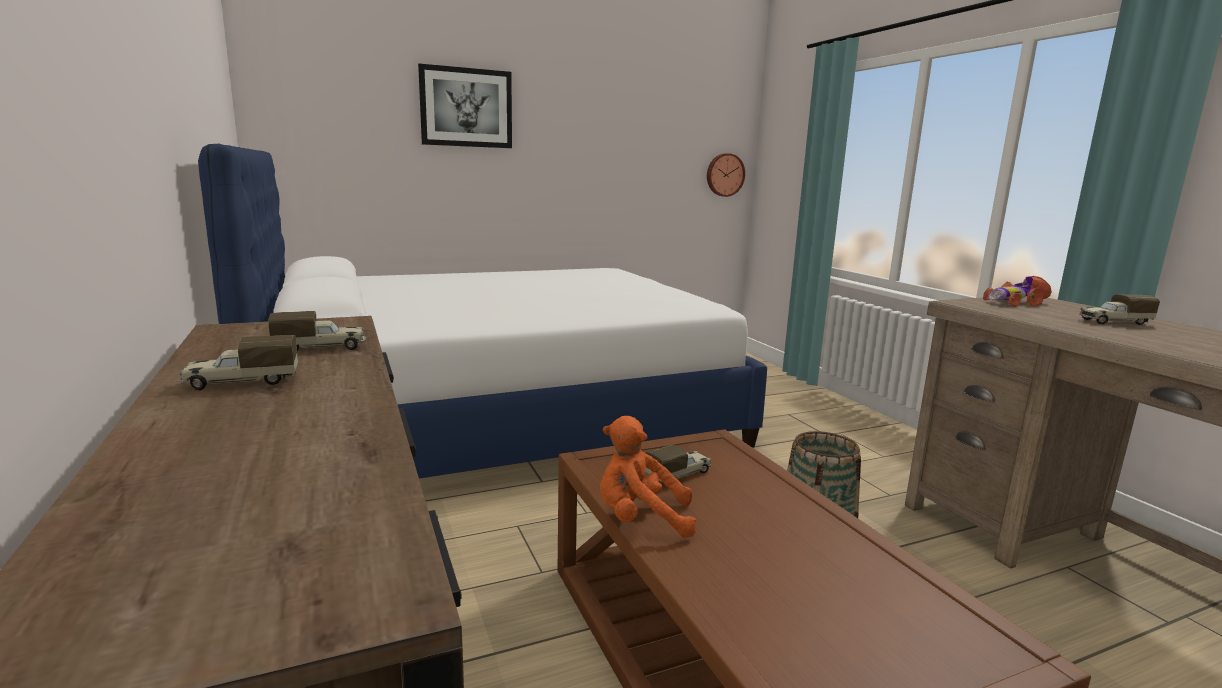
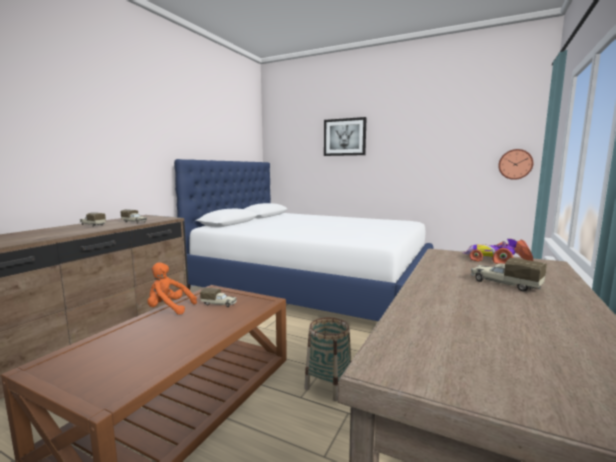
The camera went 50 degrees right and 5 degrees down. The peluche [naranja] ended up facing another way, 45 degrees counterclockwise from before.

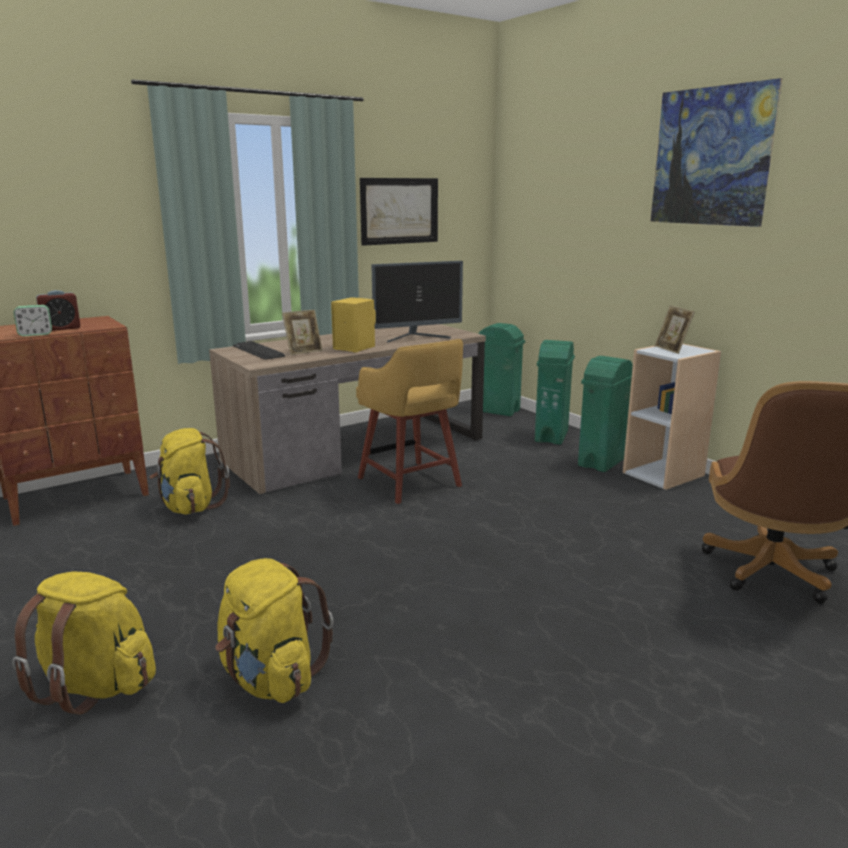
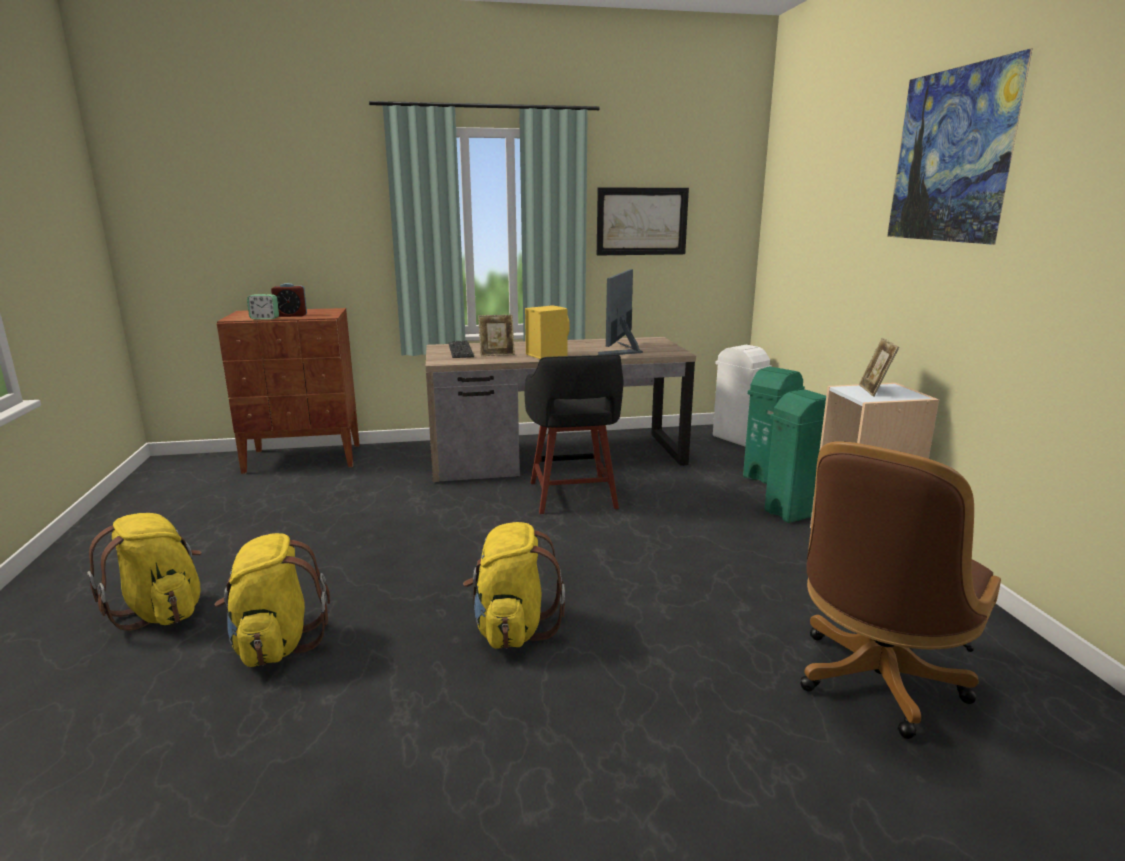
The camera went 25 degrees right and 0 degrees up. The mochila [amarillo] (no. 2 from left in the first image) ended up elsewhere. What was the taburete [amarillo] turned into the taburete [negro]. What was the papelera [verde] (no. 1 from left) turned into the papelera [blanco]. The monitor ended up facing another way, 105 degrees clockwise from before.

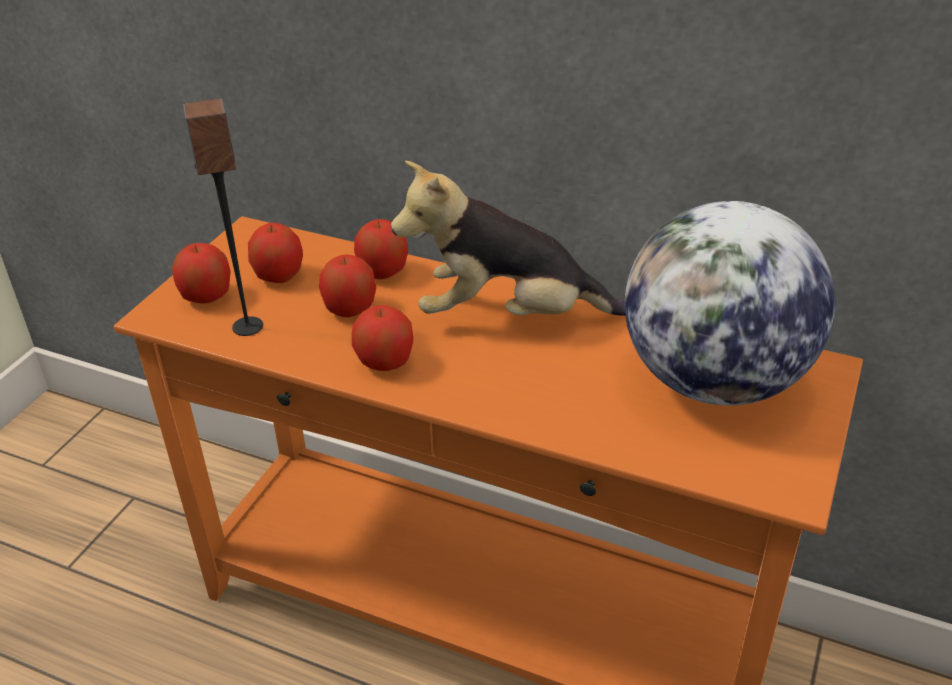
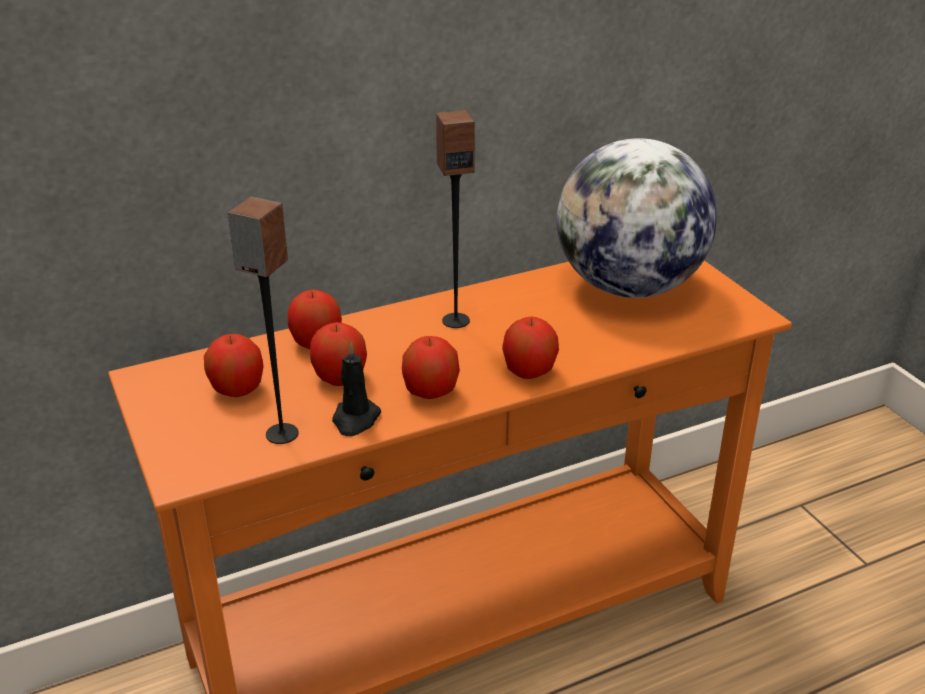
The camera went 50 degrees left and 5 degrees down. The second view gained the vela [negro]. The manzana (no. 1 from left in the first image) ended up elsewhere. Where the peluche stood, the altavoz (no. 2 from left) came to stand.

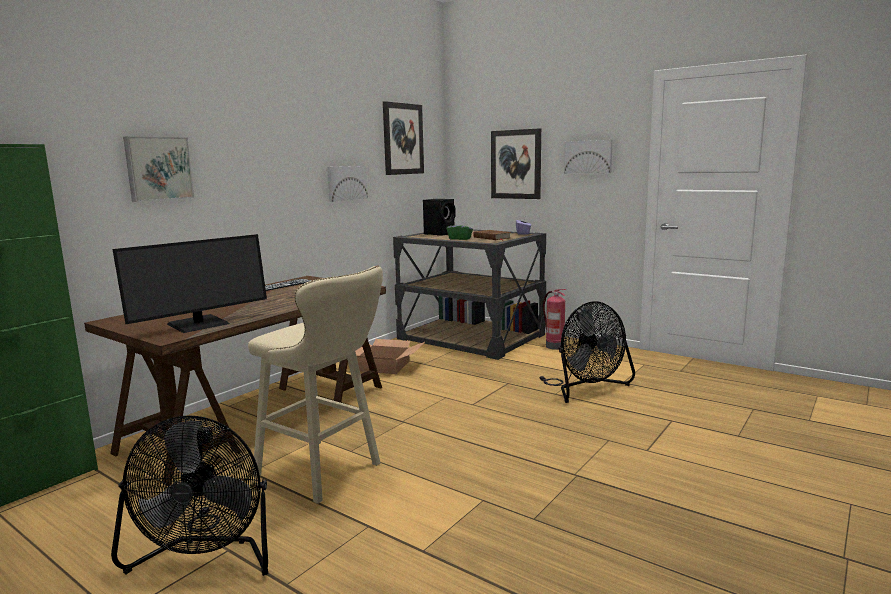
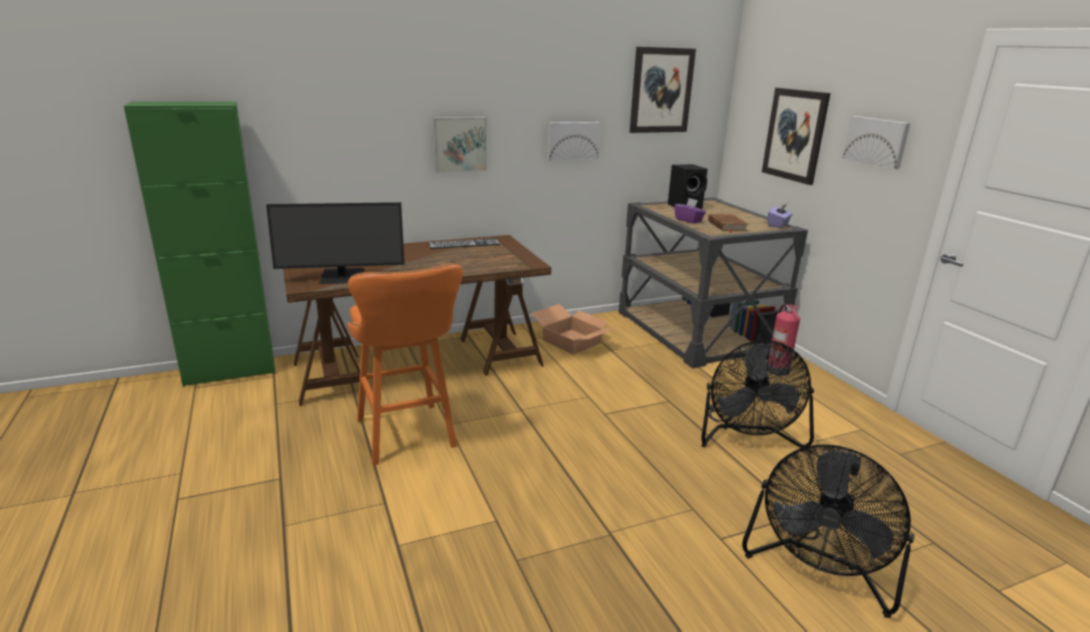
The camera went 30 degrees right and 10 degrees up. The ventilador [negro] (no. 1 from left in the first image) ended up elsewhere. The cuadro (no. 1 from left) ended up elsewhere. What was the taburete [beis] turned into the taburete [naranja]. What was the caja de pañuelos [verde] turned into the caja de pañuelos [morado] (no. 1 from left).

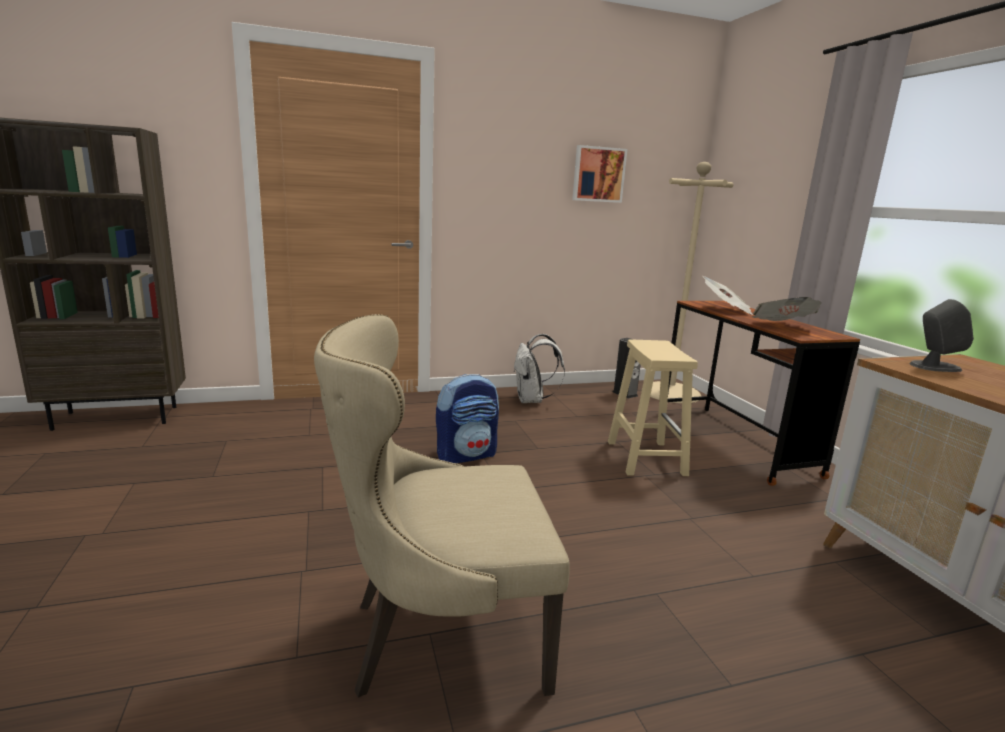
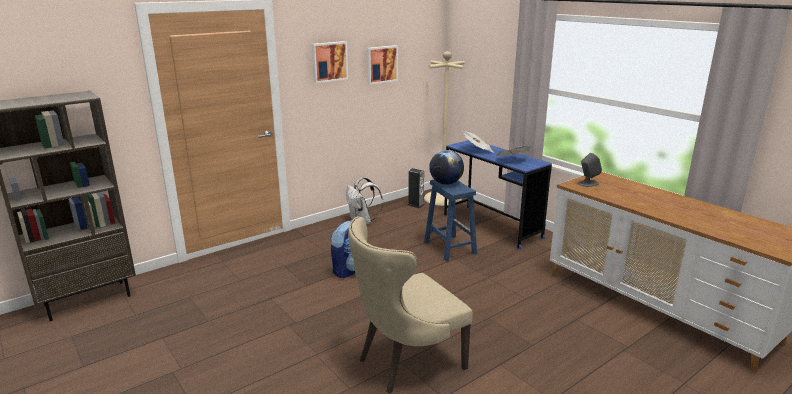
The camera went 20 degrees left and 5 degrees up. The second view gained the cuadro (no. 1 from left). The second view gained the globo terráqueo. What was the taburete [beis] turned into the taburete [azul]. What was the escritorio [marrón] turned into the escritorio [azul].

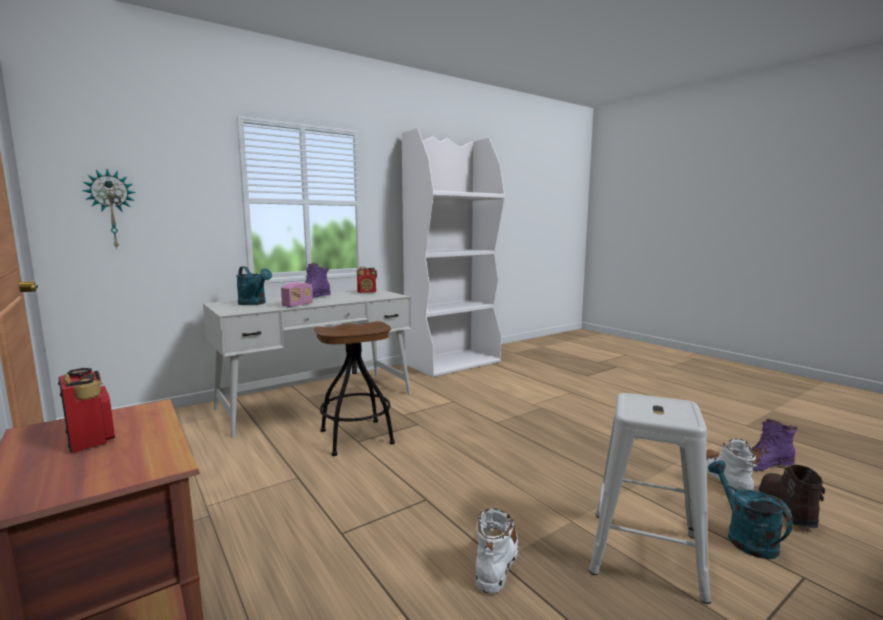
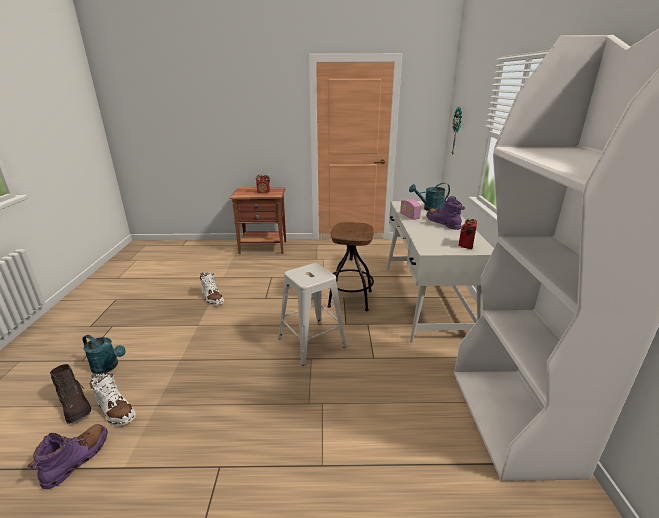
The camera went 125 degrees right and 15 degrees up. The taburete [blanco] ended up elsewhere.

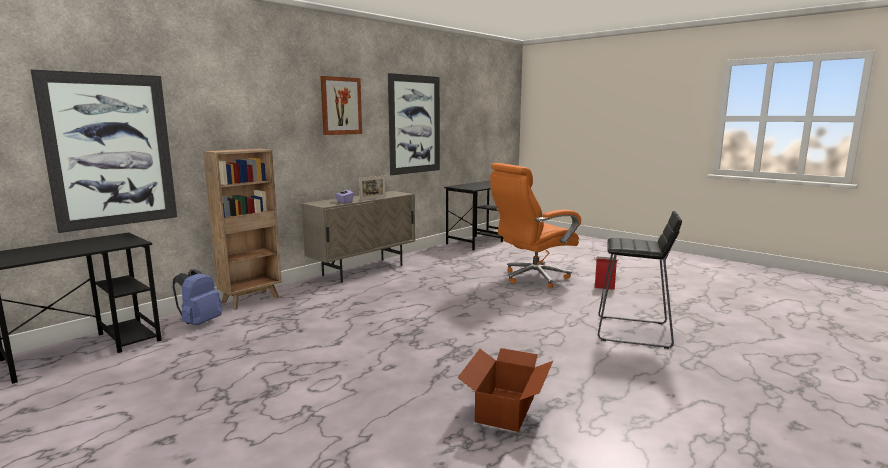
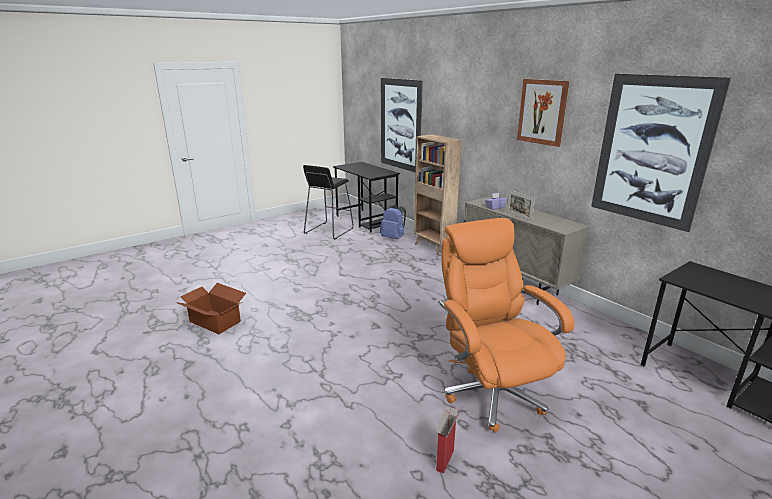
The camera went 100 degrees right and 10 degrees up. The taburete [negro] ended up elsewhere.

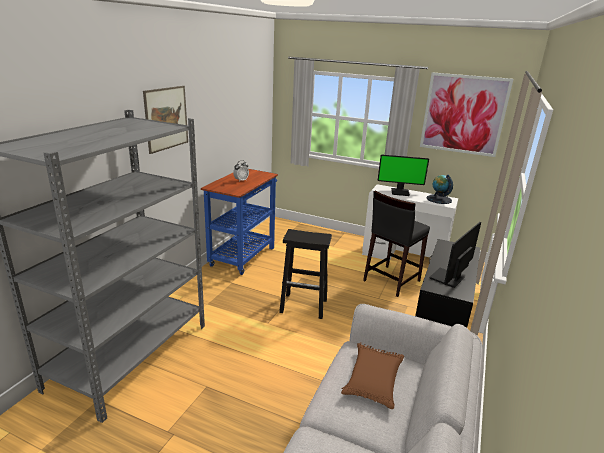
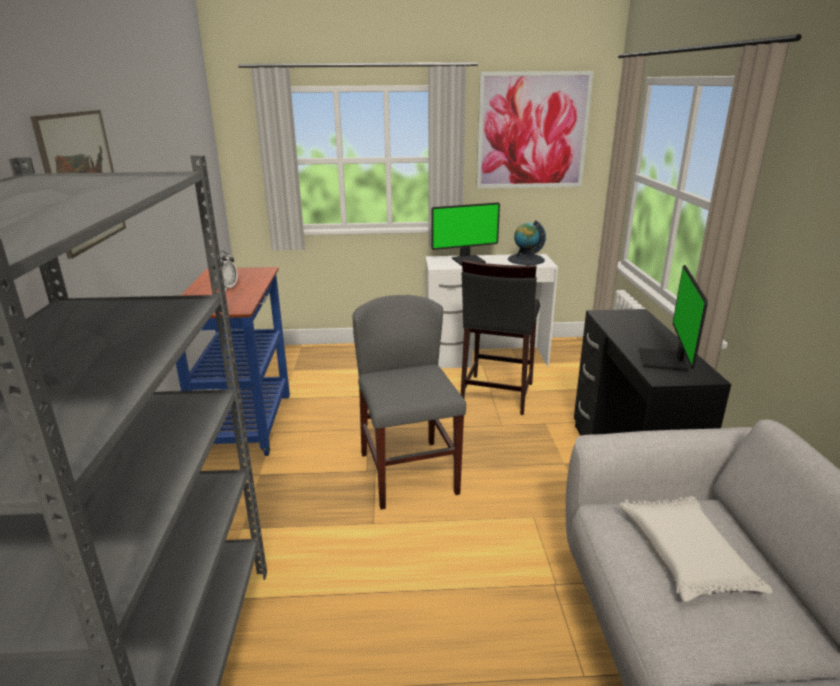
The camera went 25 degrees left and 0 degrees up. Where the taburete [negro] (no. 1 from left) stood, the silla [gris] came to stand. What was the cojín [marrón] turned into the cojín [blanco].

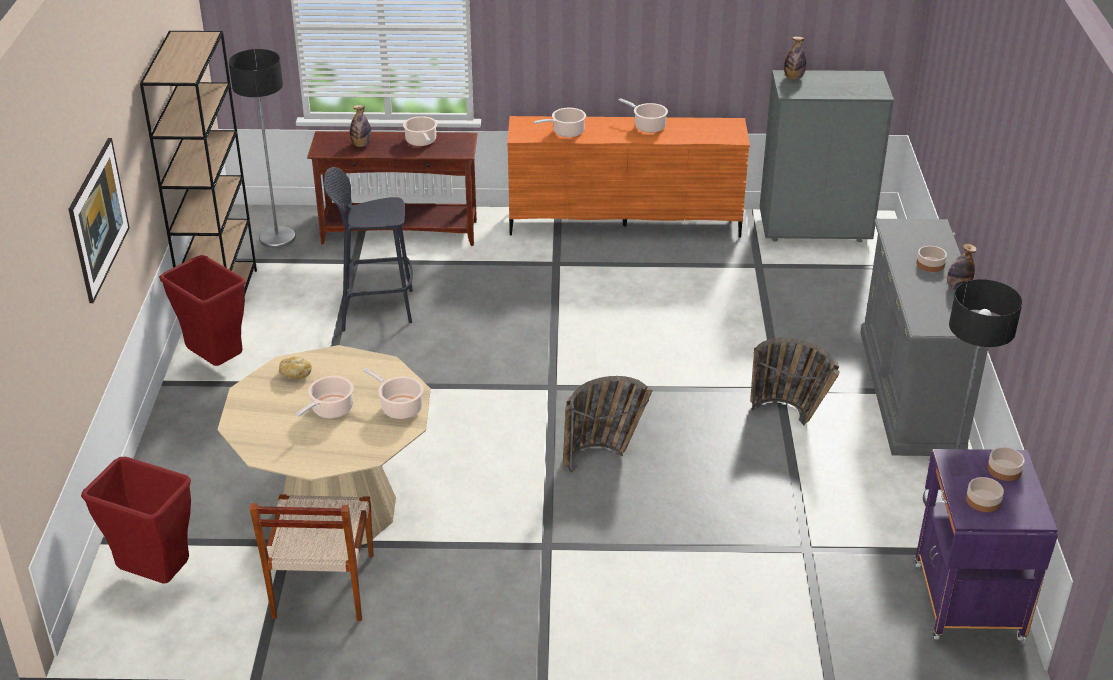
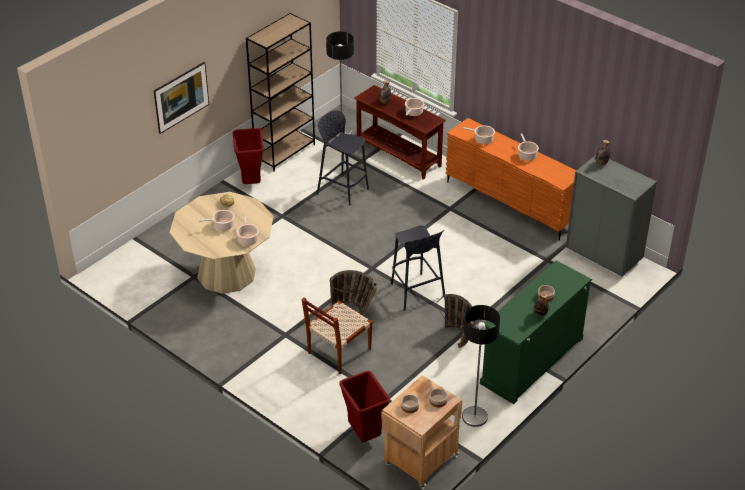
The camera went 40 degrees right and 5 degrees up. The second view gained the taburete [gris] (no. 2 from left). The papelera [rojo] (no. 1 from left in the first image) ended up elsewhere. The silla ended up elsewhere. What was the armario [gris] (no. 2 from left) turned into the armario [verde]. What was the carrito [morado] turned into the carrito [marrón].

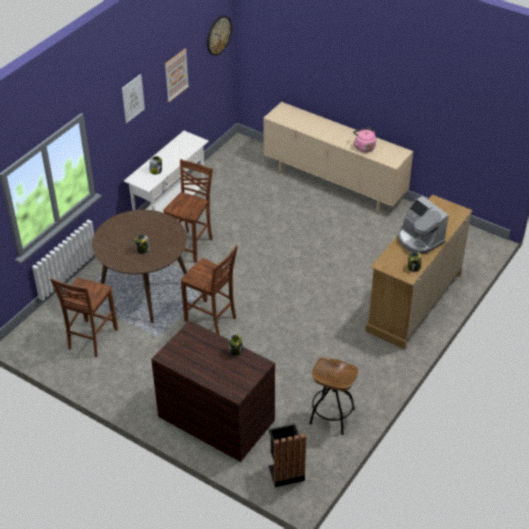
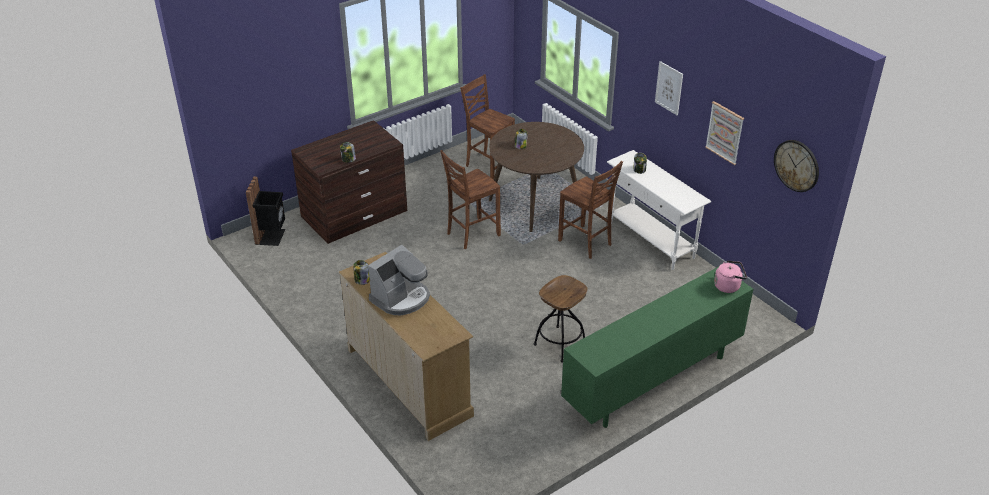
The camera went 110 degrees right and 5 degrees down. The taburete [marrón] ended up elsewhere. The hervidor [rosa] ended up elsewhere. What was the armario [beis] turned into the armario [verde]. The cafetera ended up facing another way, 150 degrees clockwise from before.

